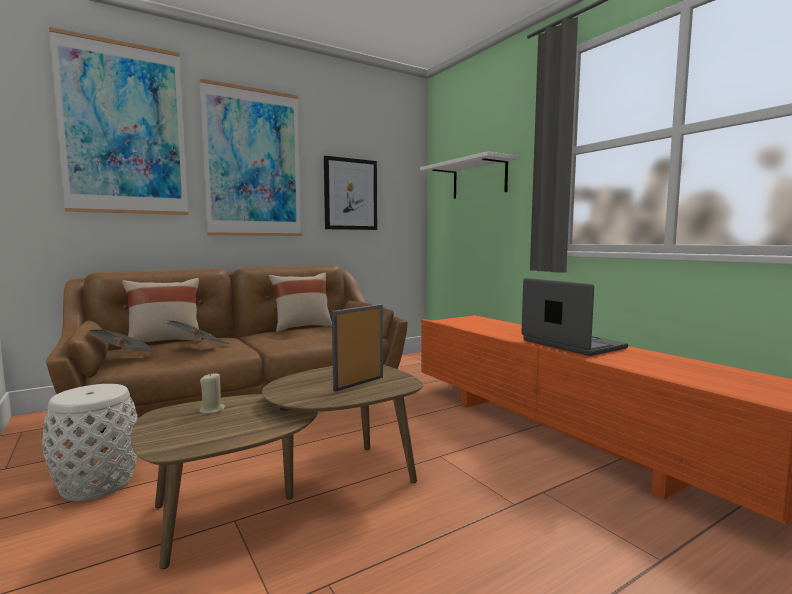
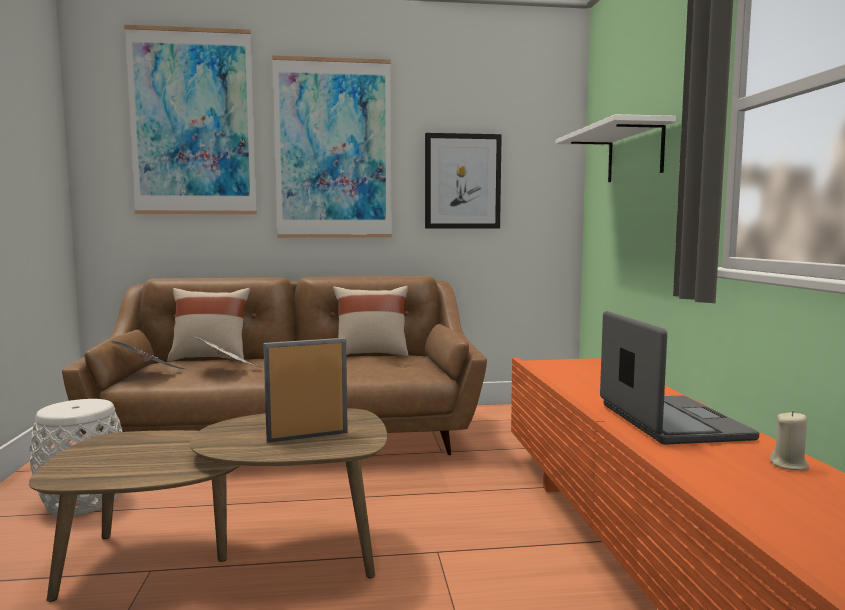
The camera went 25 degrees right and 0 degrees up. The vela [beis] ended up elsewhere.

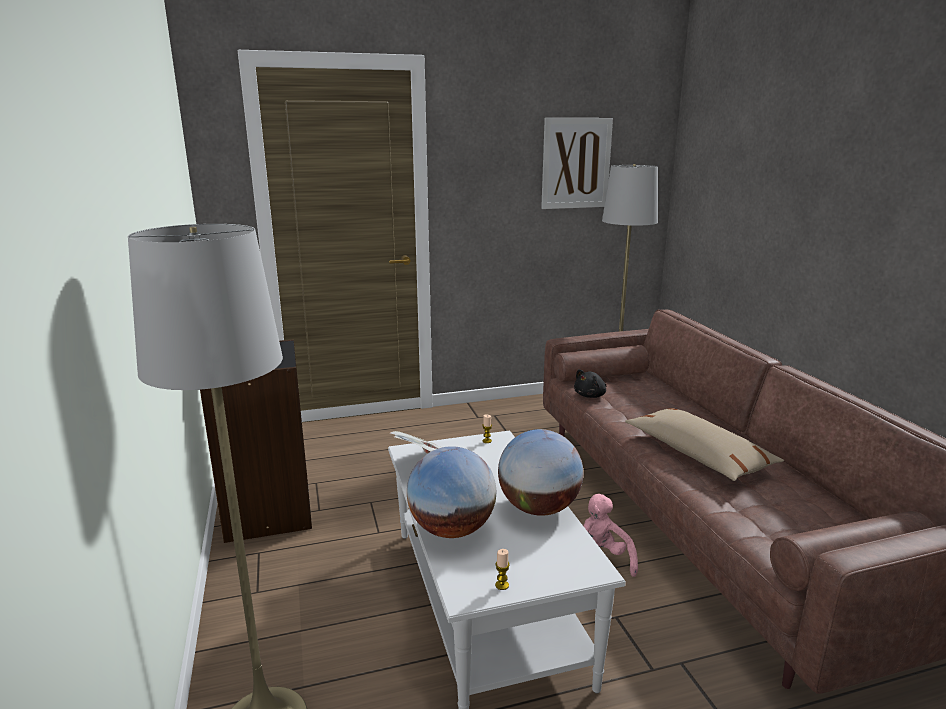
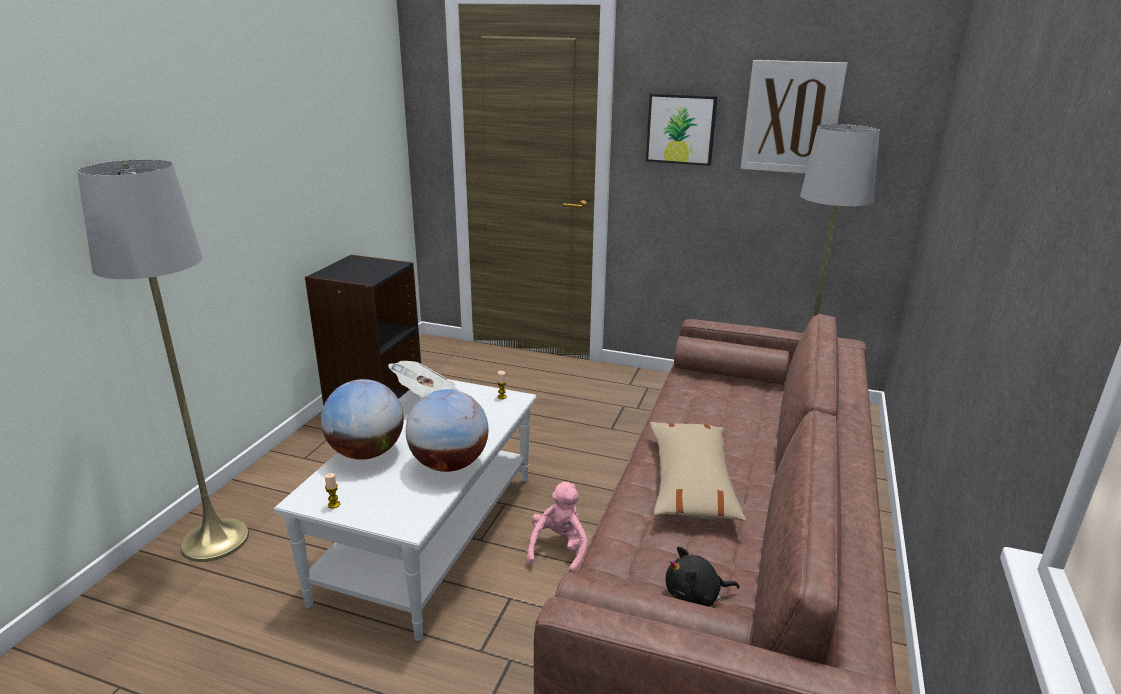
The camera went 35 degrees right and 5 degrees up. The second view gained the cuadro (no. 1 from left). The peluche [negro] ended up elsewhere.

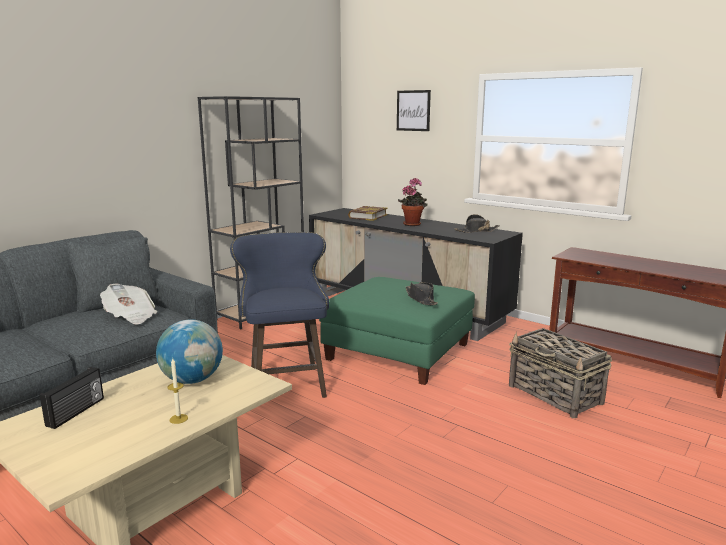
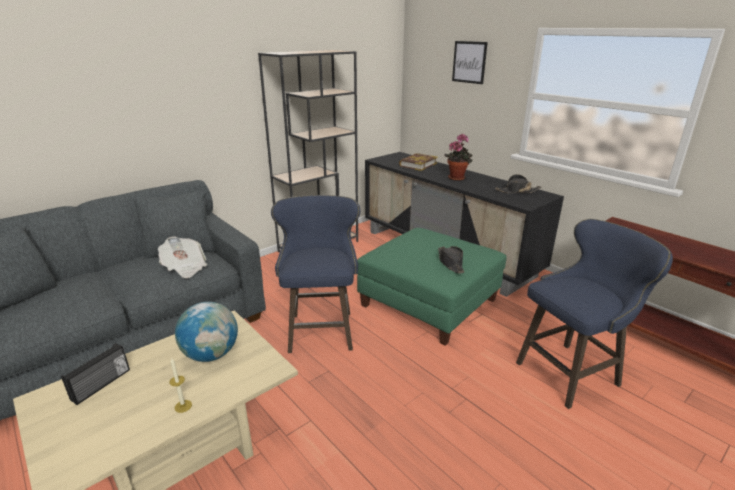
The camera went 10 degrees right and 10 degrees up. Where the cesta stood, the taburete [azul] (no. 2 from left) came to stand.

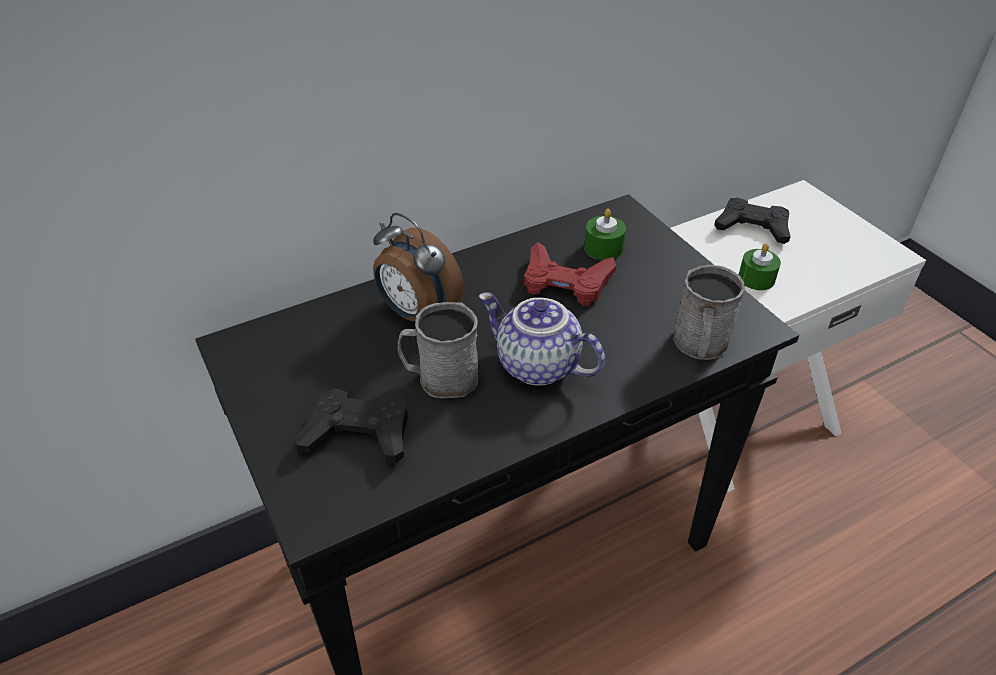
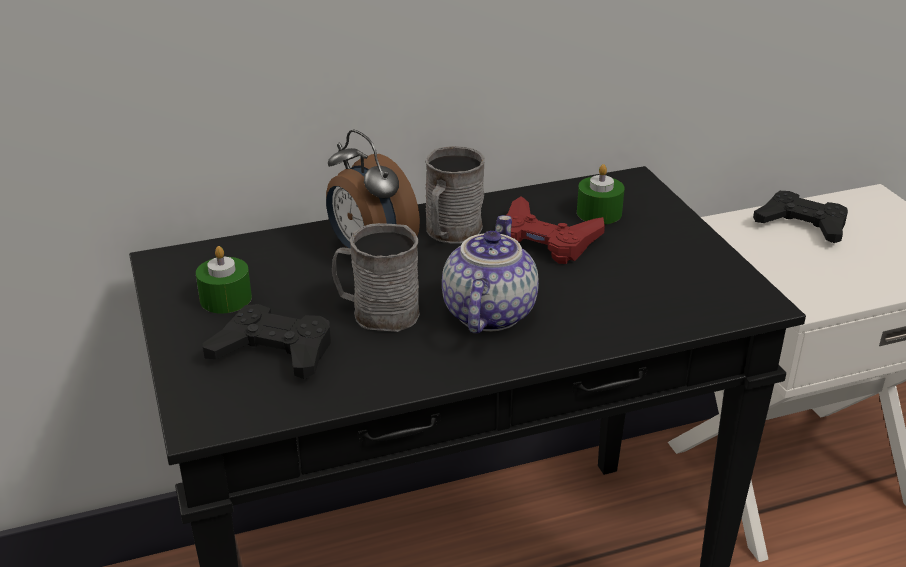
The camera went 10 degrees right and 10 degrees down. The taza grande [gris] (no. 2 from left) ended up elsewhere. The vela [verde] (no. 2 from left in the first image) ended up elsewhere. The tetera ended up facing another way, 60 degrees clockwise from before.

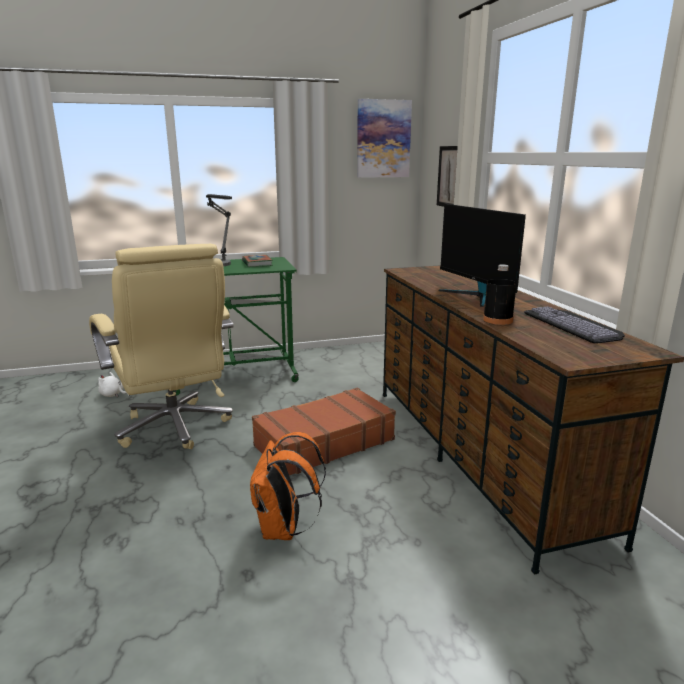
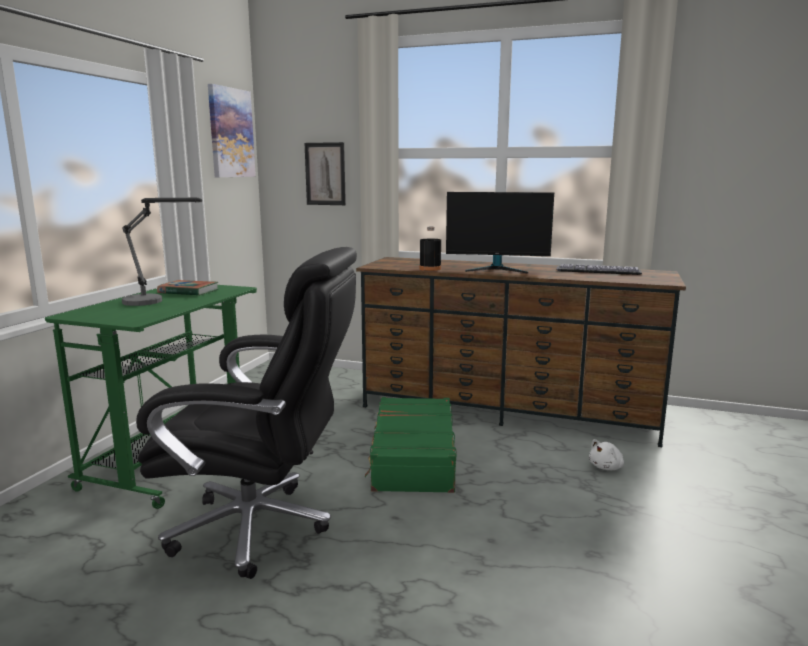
The camera went 55 degrees left and 5 degrees down. The second view lost the mochila [naranja]. The peluche [blanco] ended up elsewhere. The botella [negro] ended up elsewhere. What was the silla de oficina [beis] turned into the silla de oficina [negro]. What was the maleta [marrón] turned into the maleta [verde].

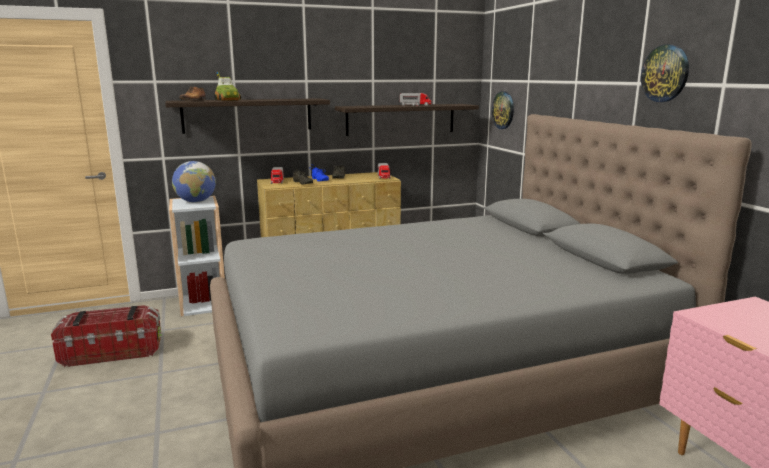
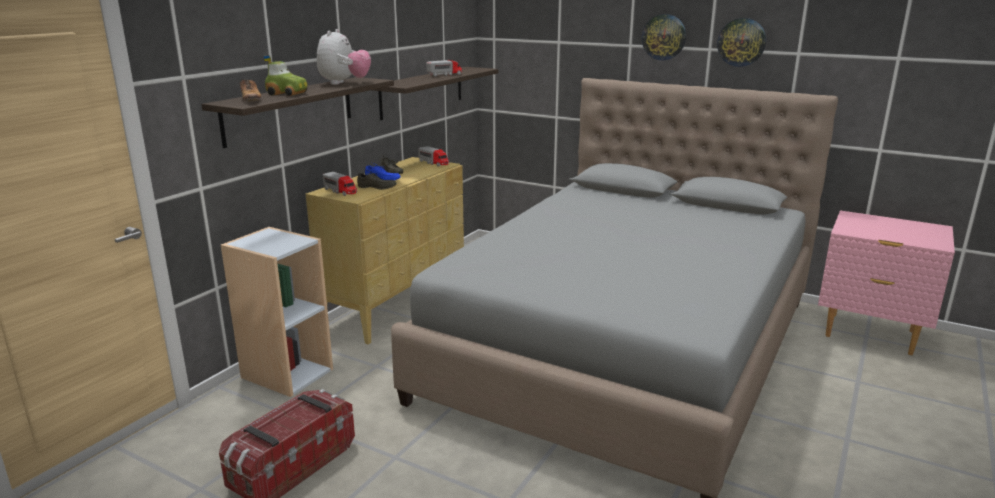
The camera went 40 degrees left and 5 degrees up. The second view lost the globo terráqueo. The second view gained the peluche. The reloj de pared (no. 1 from left) ended up elsewhere.

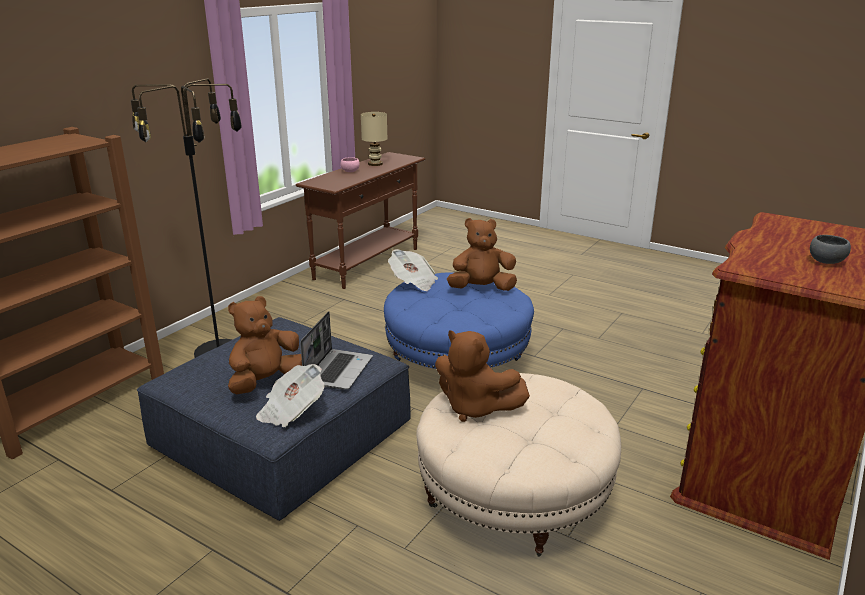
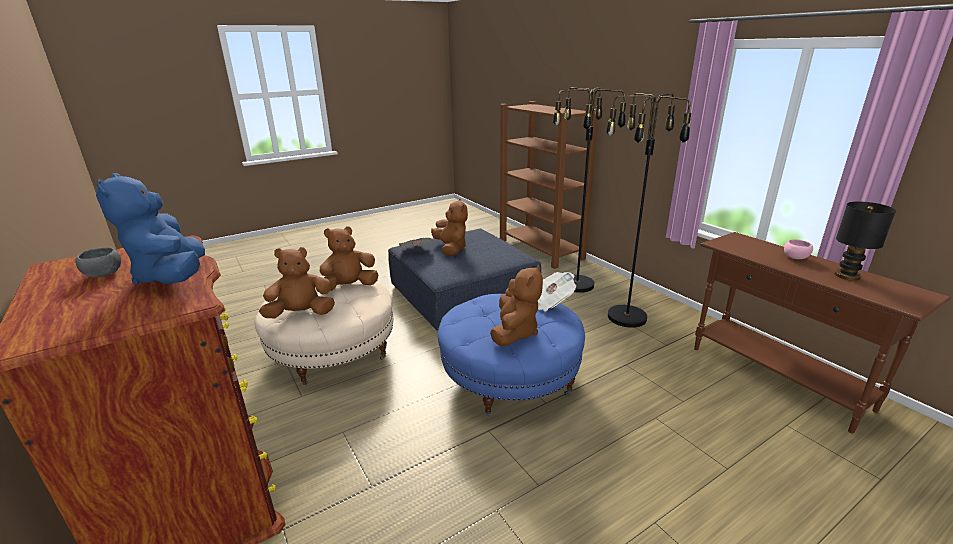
The camera went 115 degrees right and 0 degrees up. The second view lost the portátil. The second view gained the peluche [azul]. The second view gained the peluche [marrón] (no. 1 from left). The second view gained the lámpara de pie (no. 2 from left). What was the lámpara de mesa [beis] turned into the lámpara de mesa [negro].

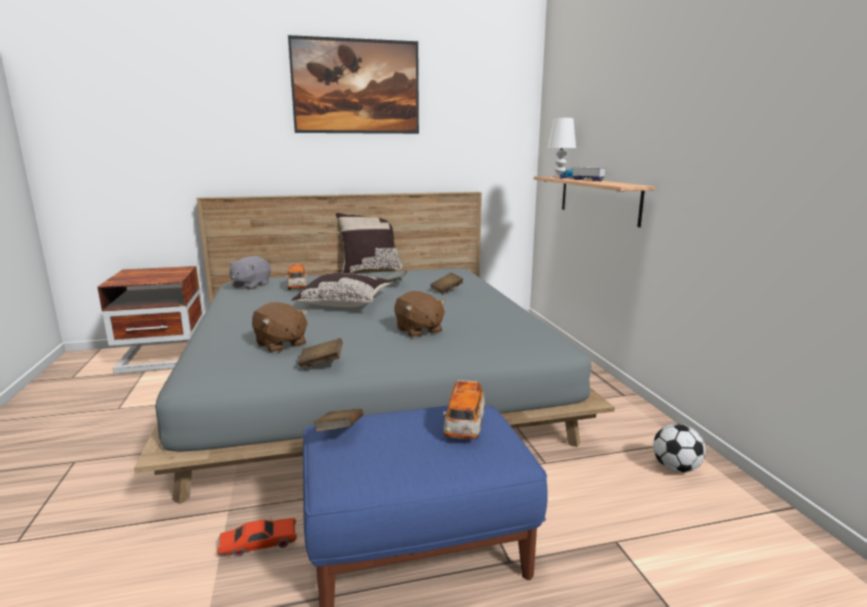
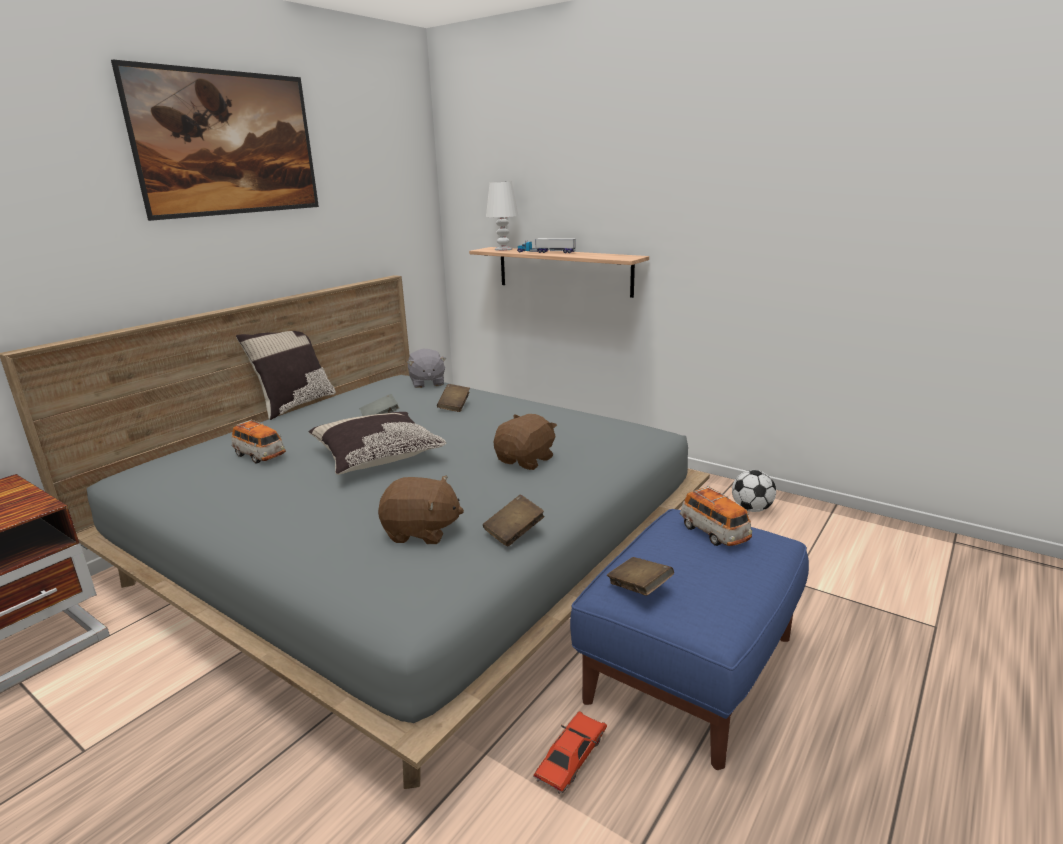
The camera went 40 degrees left and 5 degrees up. The peluche [gris] ended up elsewhere. The peluche [marrón] (no. 2 from left) ended up facing another way, 75 degrees counterclockwise from before.

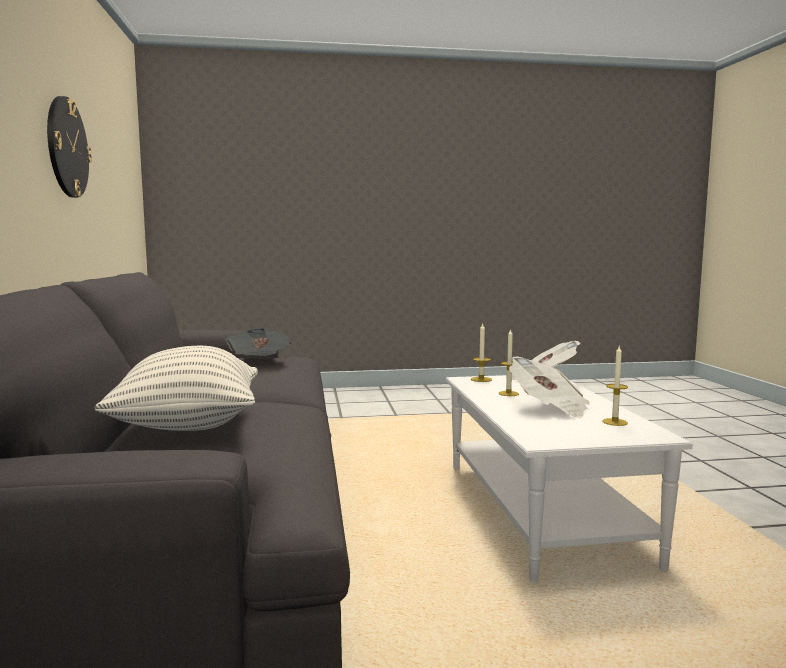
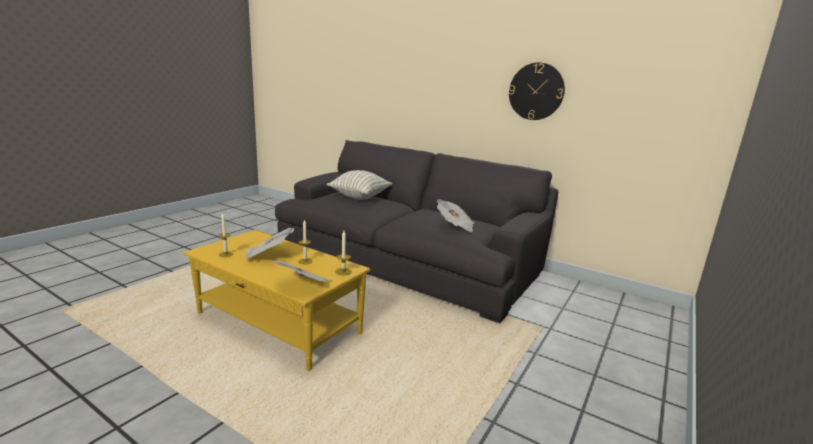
The camera went 130 degrees right and 10 degrees up. What was the mesa de centro [blanco] turned into the mesa de centro [amarillo].

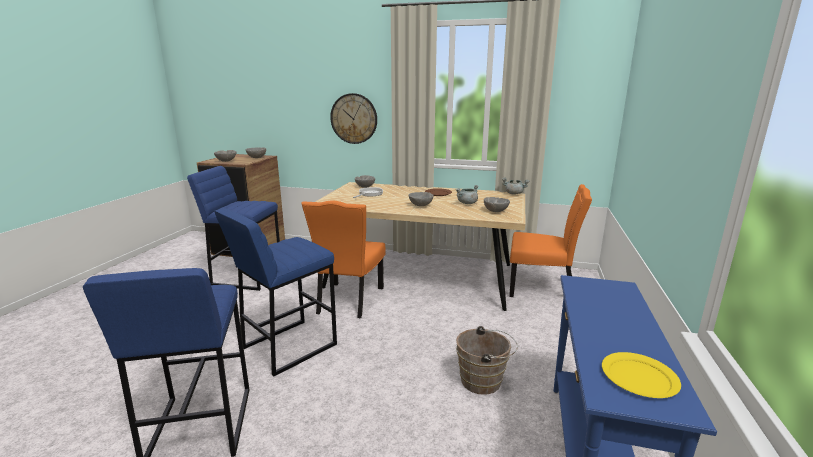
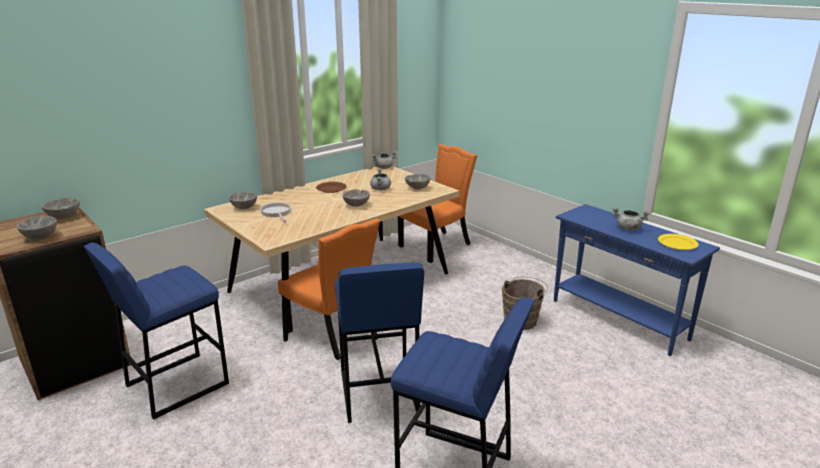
The camera went 55 degrees left and 5 degrees up. The second view lost the reloj de pared. The second view gained the olla [gris] (no. 3 from left).

